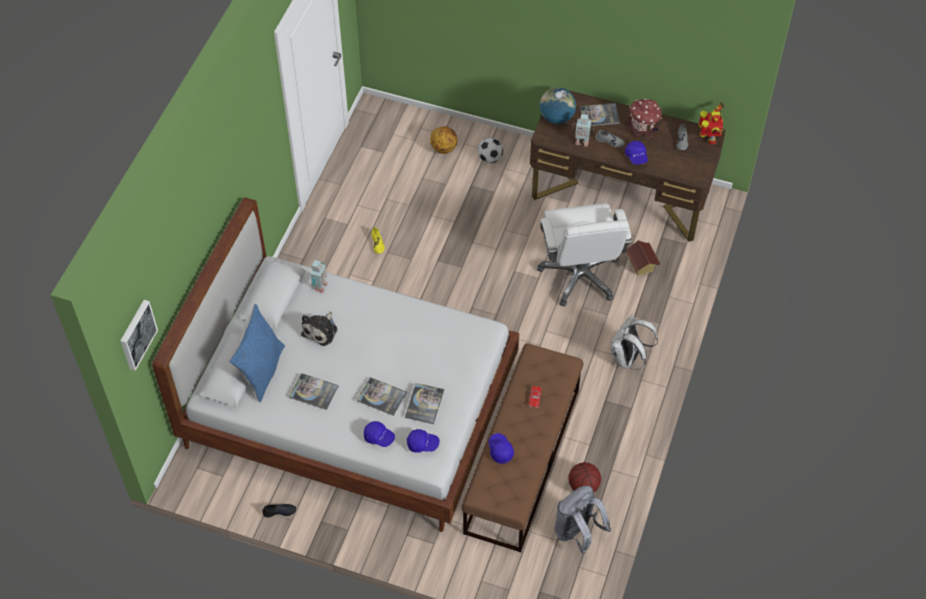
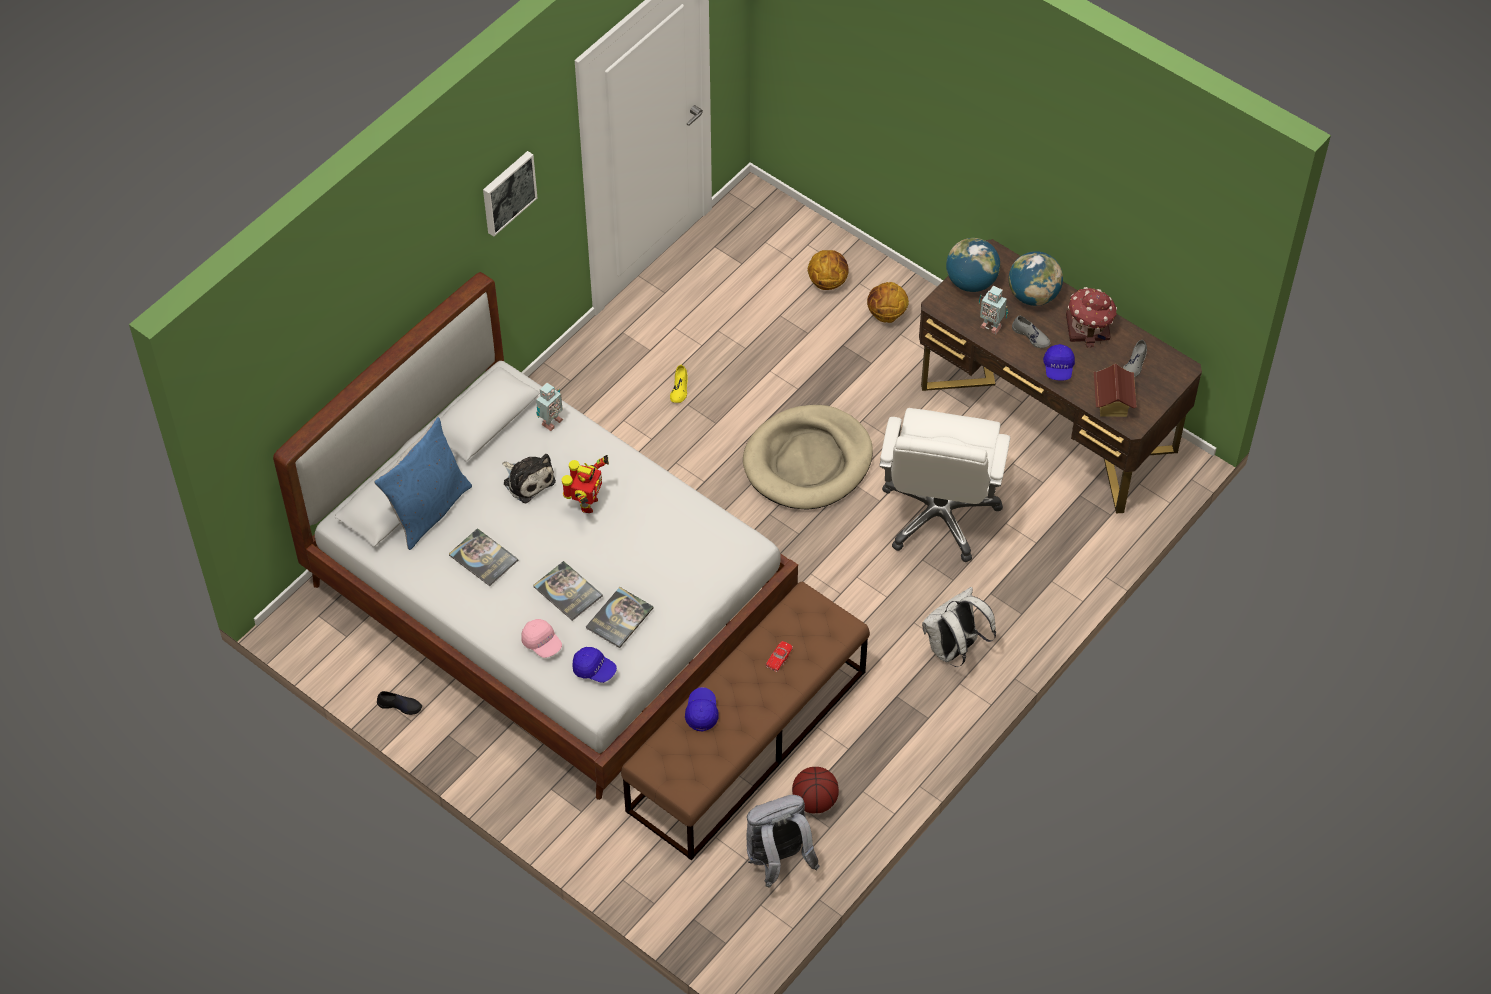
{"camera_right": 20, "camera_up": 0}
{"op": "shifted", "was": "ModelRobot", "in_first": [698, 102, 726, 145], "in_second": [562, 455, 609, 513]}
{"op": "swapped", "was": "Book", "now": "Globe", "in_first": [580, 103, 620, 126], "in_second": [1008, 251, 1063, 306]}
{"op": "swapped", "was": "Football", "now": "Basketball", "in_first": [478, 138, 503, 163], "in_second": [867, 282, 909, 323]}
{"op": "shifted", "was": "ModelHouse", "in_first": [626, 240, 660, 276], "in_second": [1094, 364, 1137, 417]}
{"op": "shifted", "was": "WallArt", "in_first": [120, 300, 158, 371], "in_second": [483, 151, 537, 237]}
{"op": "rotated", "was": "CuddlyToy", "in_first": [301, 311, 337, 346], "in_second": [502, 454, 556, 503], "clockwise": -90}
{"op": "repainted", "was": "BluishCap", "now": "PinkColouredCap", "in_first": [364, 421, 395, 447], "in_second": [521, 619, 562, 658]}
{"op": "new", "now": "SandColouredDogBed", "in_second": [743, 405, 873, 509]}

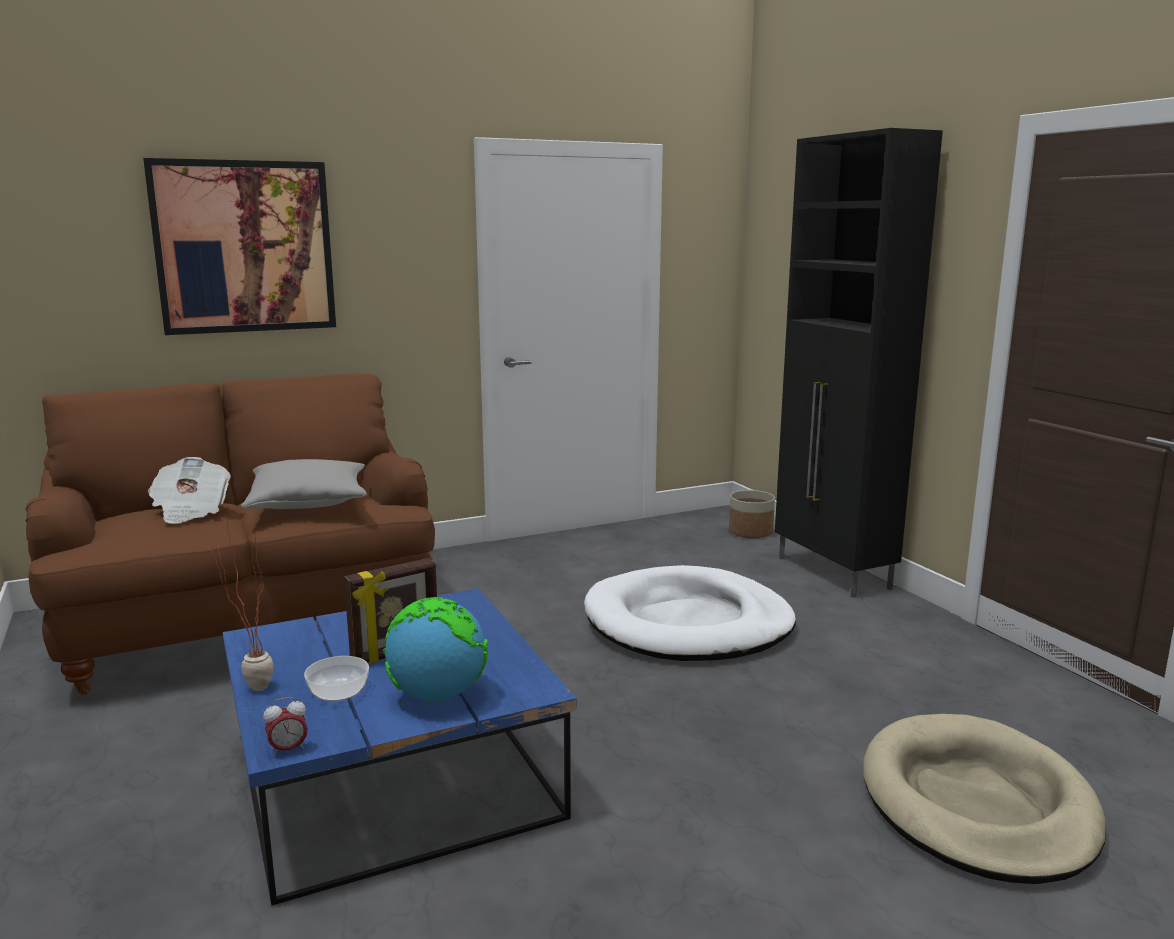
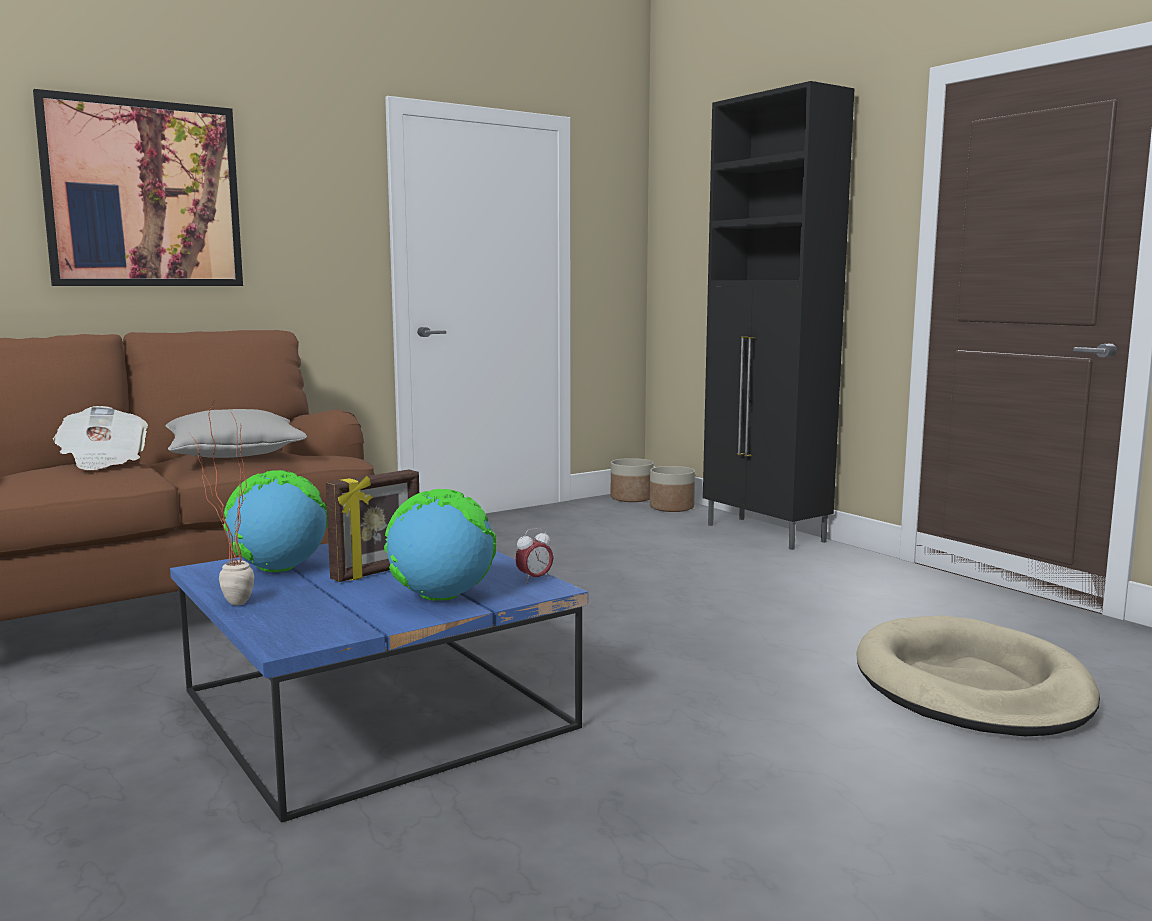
{"camera_right": -10, "camera_up": -5}
{"op": "gone", "was": "WhiteDogBed", "in_first": [584, 565, 796, 661]}
{"op": "gone", "was": "DeepDish", "in_first": [304, 656, 369, 701]}
{"op": "shifted", "was": "BedsideClock", "in_first": [263, 697, 308, 757], "in_second": [515, 528, 553, 583]}
{"op": "new", "now": "PlantPot", "in_second": [611, 458, 654, 502]}
{"op": "new", "now": "Globe", "in_second": [223, 470, 328, 572]}

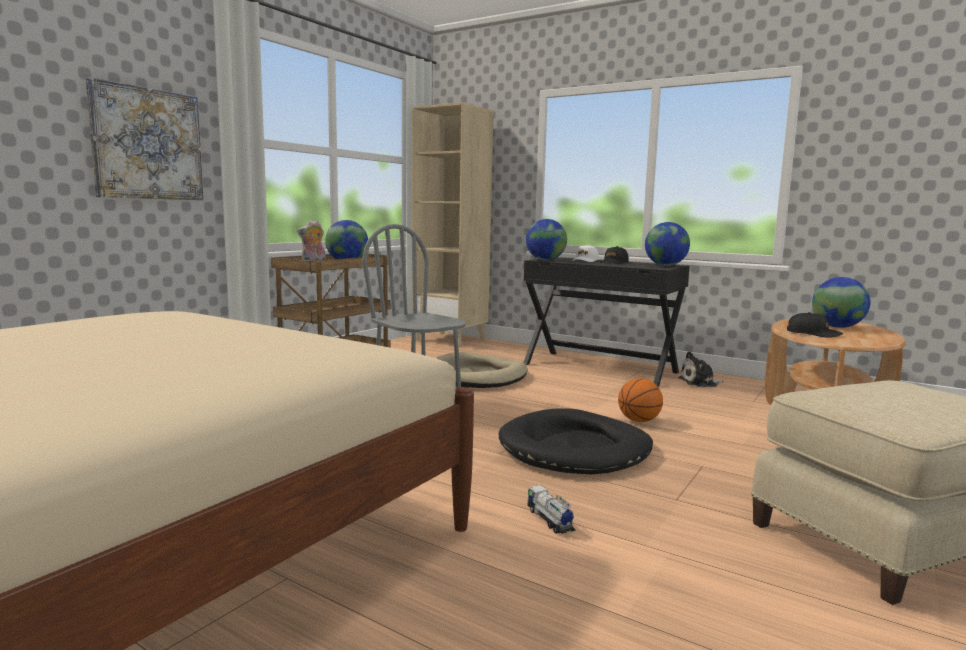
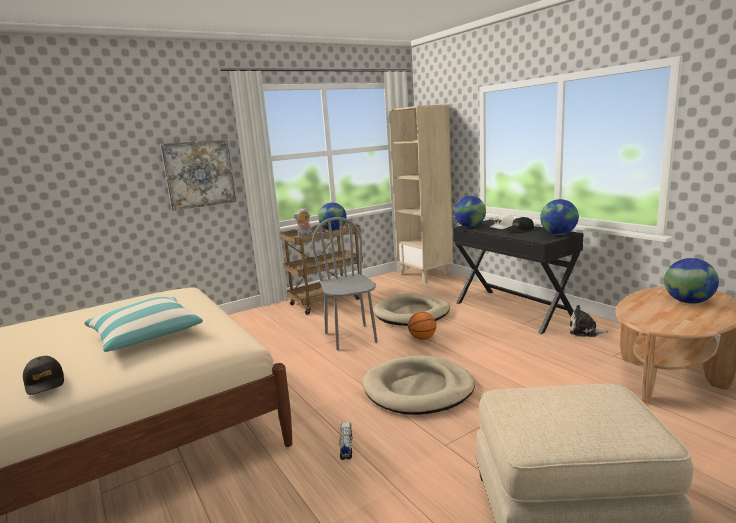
{"camera_right": 25, "camera_up": 5}
{"op": "shifted", "was": "BlackishCap", "in_first": [787, 312, 843, 338], "in_second": [23, 356, 64, 395]}
{"op": "shifted", "was": "Basketball", "in_first": [618, 378, 663, 422], "in_second": [408, 311, 436, 340]}
{"op": "repainted", "was": "BlackishDogBed", "now": "SandColouredDogBed", "in_first": [498, 409, 653, 474], "in_second": [363, 356, 475, 415]}
{"op": "new", "now": "Cushion", "in_second": [84, 297, 203, 352]}

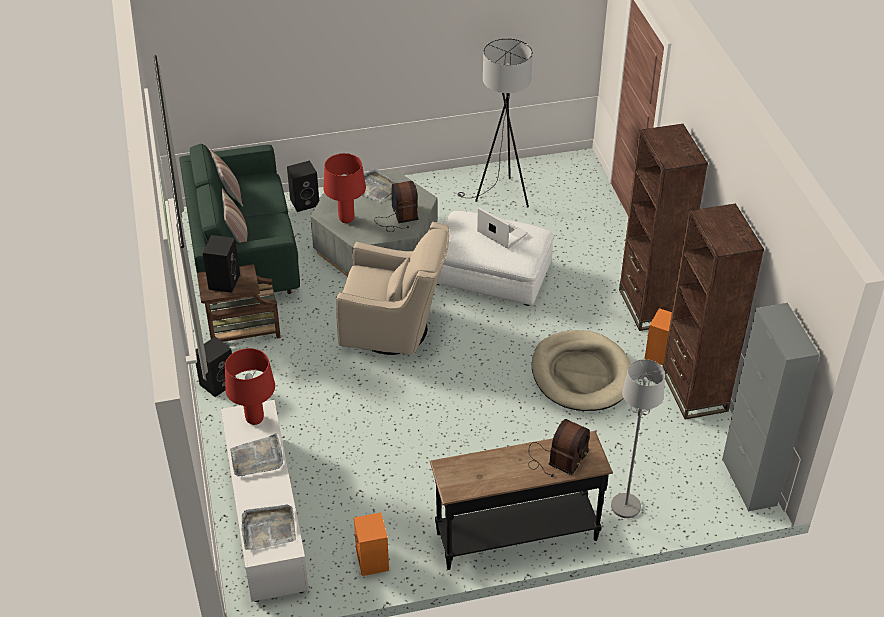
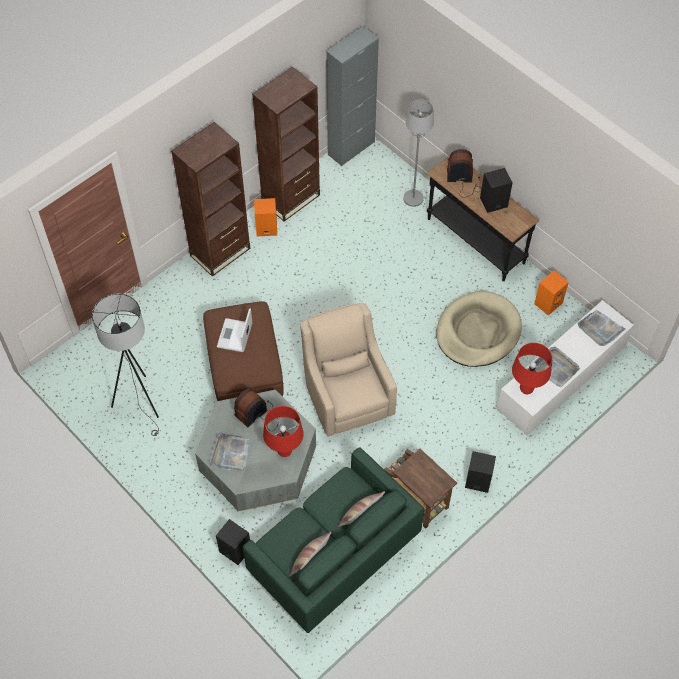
{"camera_right": -120, "camera_up": 15}
{"op": "repainted", "was": "WhiteOttoman", "now": "BrownOttoman", "in_first": [437, 211, 554, 306], "in_second": [203, 301, 283, 401]}
{"op": "shifted", "was": "BlackishAudioSpeaker", "in_first": [203, 235, 240, 293], "in_second": [480, 168, 513, 213]}
{"op": "shifted", "was": "SandColouredDogBed", "in_first": [532, 330, 634, 411], "in_second": [436, 291, 522, 367]}

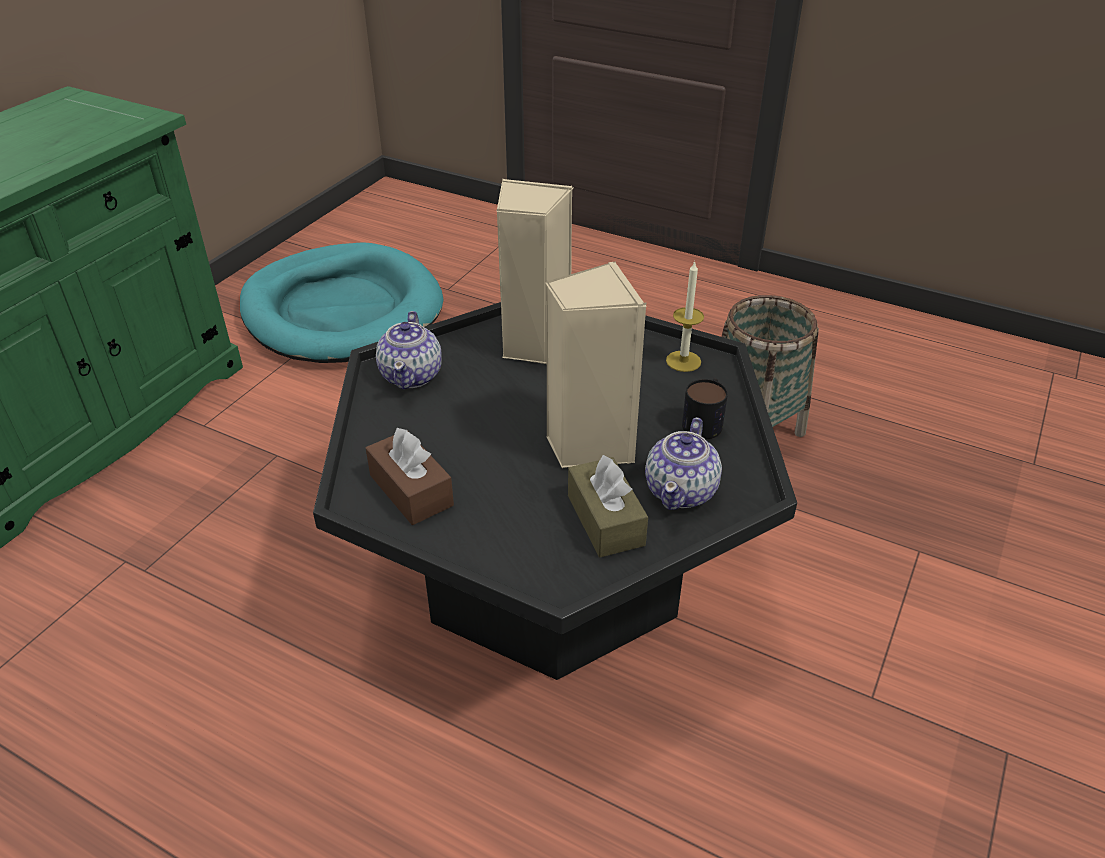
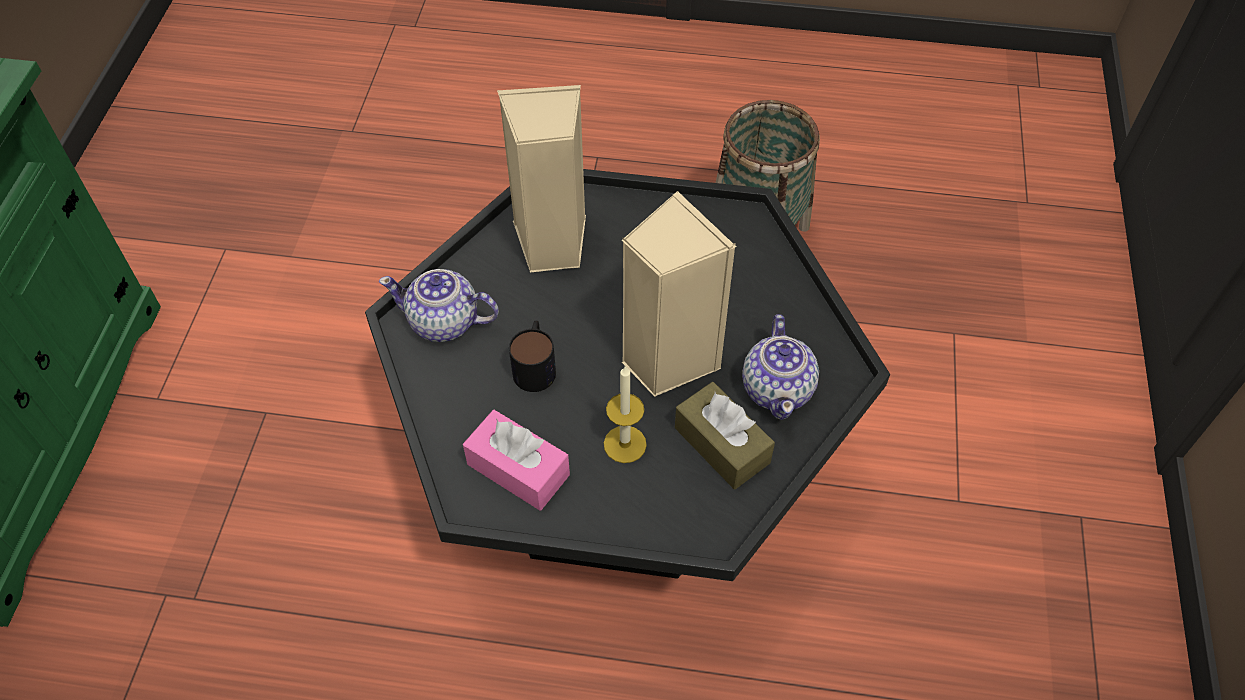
{"camera_right": -20, "camera_up": 15}
{"op": "gone", "was": "TurquoiseDogBed", "in_first": [240, 242, 443, 363]}
{"op": "shifted", "was": "WaxCandle", "in_first": [666, 261, 704, 372], "in_second": [604, 365, 647, 463]}
{"op": "rotated", "was": "Teapot", "in_first": [376, 311, 442, 389], "in_second": [379, 269, 499, 342], "clockwise": 120}
{"op": "shifted", "was": "CoffeeMug", "in_first": [682, 379, 728, 439], "in_second": [509, 321, 556, 392]}
{"op": "repainted", "was": "BrownTissueHolder", "now": "PinkColouredTissueHolder", "in_first": [366, 428, 454, 525], "in_second": [463, 410, 570, 511]}

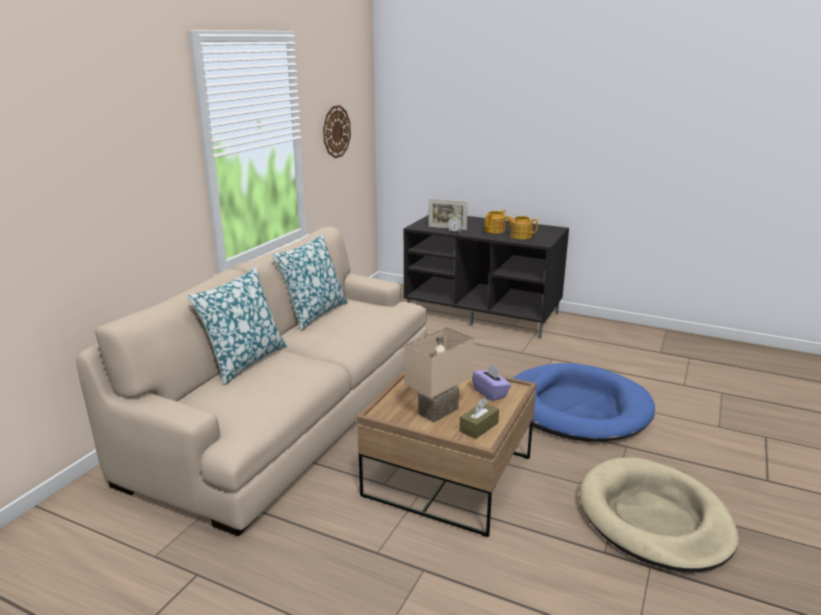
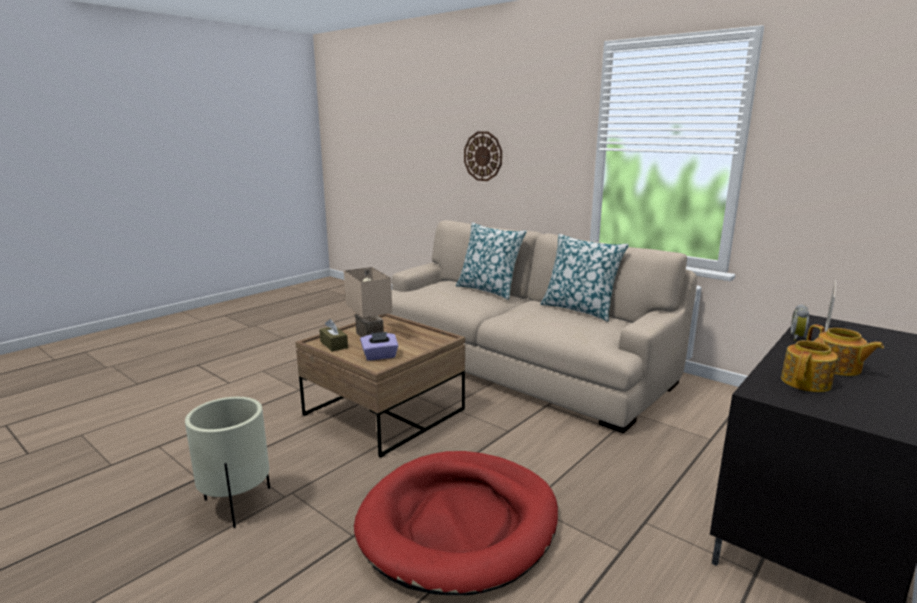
{"camera_right": 105, "camera_up": -5}
{"op": "shifted", "was": "WallClock", "in_first": [323, 105, 351, 158], "in_second": [464, 131, 502, 181]}
{"op": "repainted", "was": "BluishDogBed", "now": "RedColouredDogBed", "in_first": [513, 363, 655, 442], "in_second": [354, 451, 558, 595]}
{"op": "swapped", "was": "SandColouredDogBed", "now": "SandColouredPlantPot", "in_first": [579, 457, 739, 572], "in_second": [185, 397, 270, 528]}

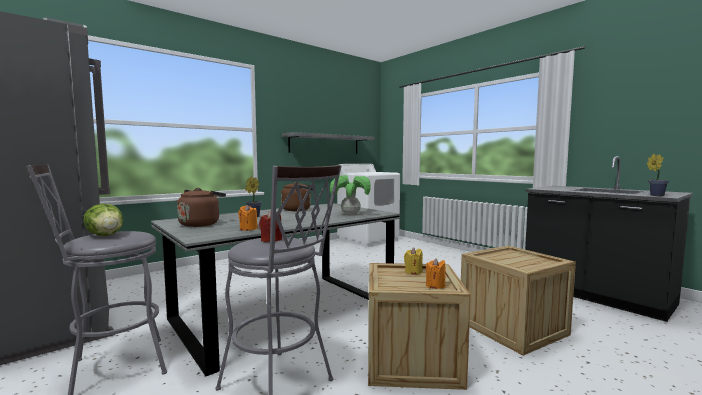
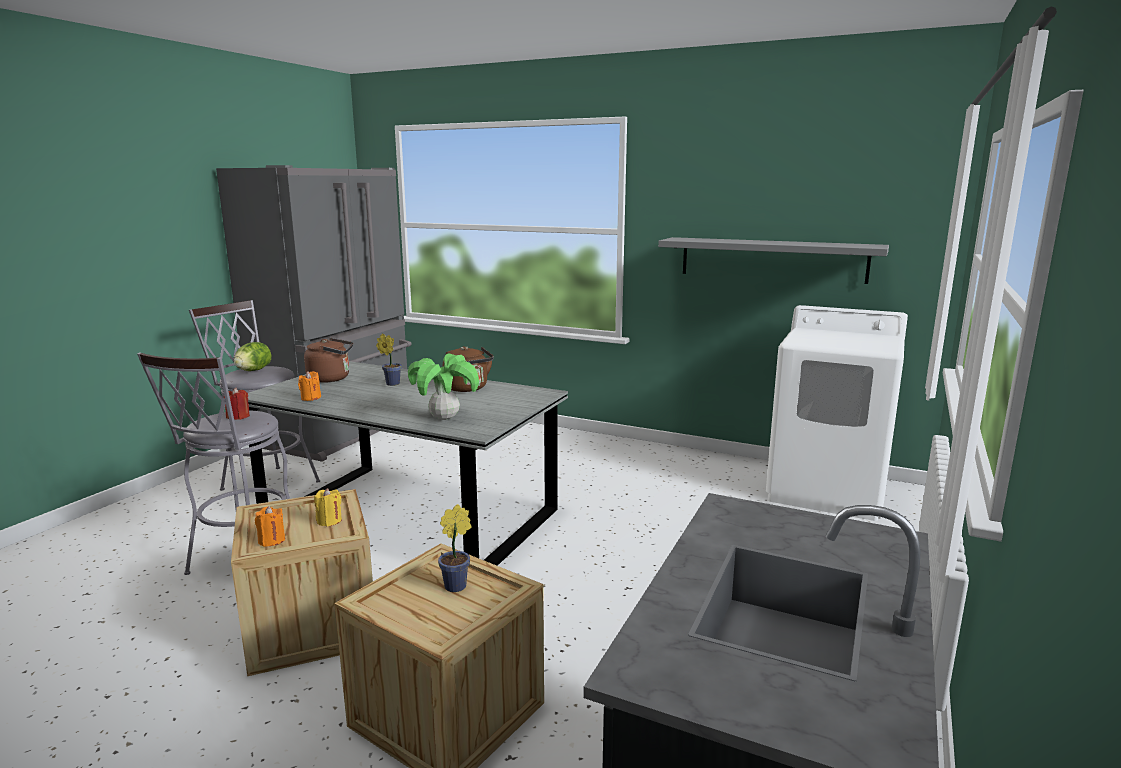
{"camera_right": 65, "camera_up": 10}
{"op": "shifted", "was": "PlantInAPot", "in_first": [647, 153, 669, 196], "in_second": [438, 504, 471, 592]}

